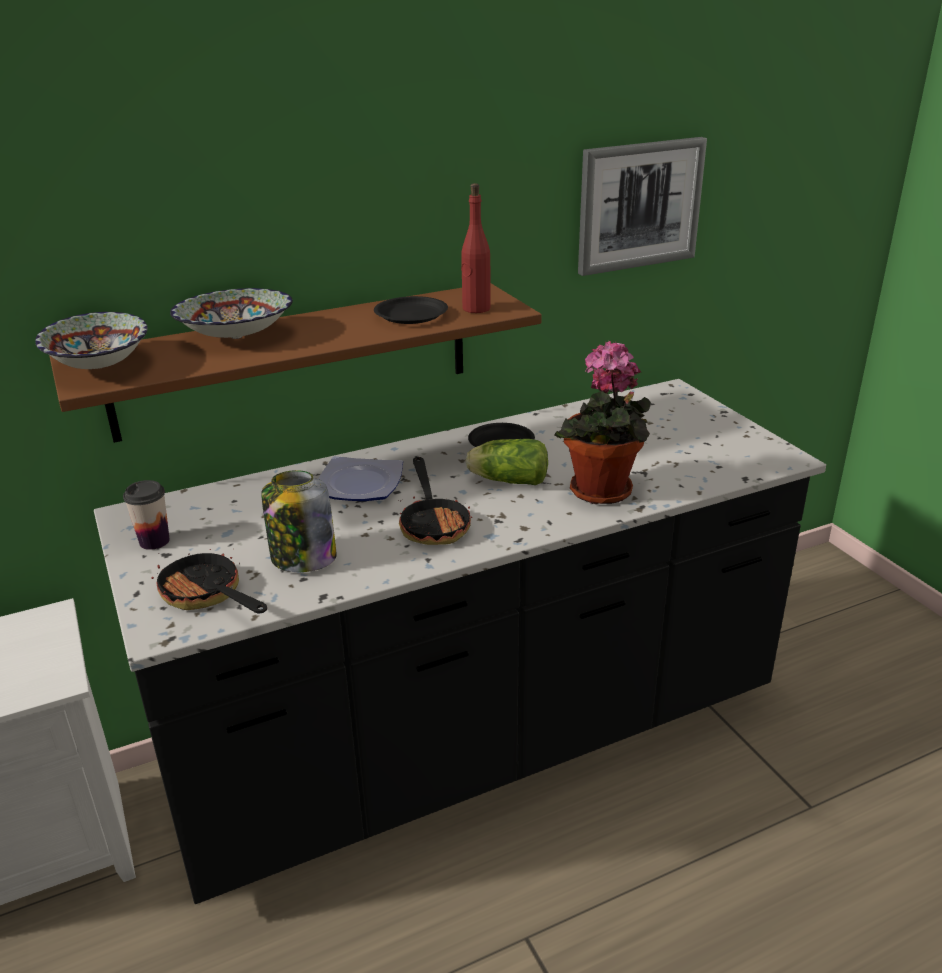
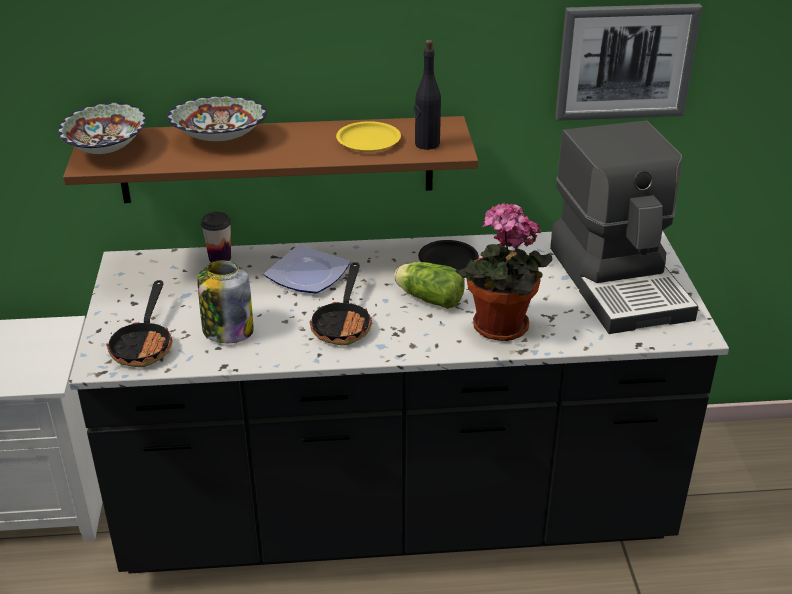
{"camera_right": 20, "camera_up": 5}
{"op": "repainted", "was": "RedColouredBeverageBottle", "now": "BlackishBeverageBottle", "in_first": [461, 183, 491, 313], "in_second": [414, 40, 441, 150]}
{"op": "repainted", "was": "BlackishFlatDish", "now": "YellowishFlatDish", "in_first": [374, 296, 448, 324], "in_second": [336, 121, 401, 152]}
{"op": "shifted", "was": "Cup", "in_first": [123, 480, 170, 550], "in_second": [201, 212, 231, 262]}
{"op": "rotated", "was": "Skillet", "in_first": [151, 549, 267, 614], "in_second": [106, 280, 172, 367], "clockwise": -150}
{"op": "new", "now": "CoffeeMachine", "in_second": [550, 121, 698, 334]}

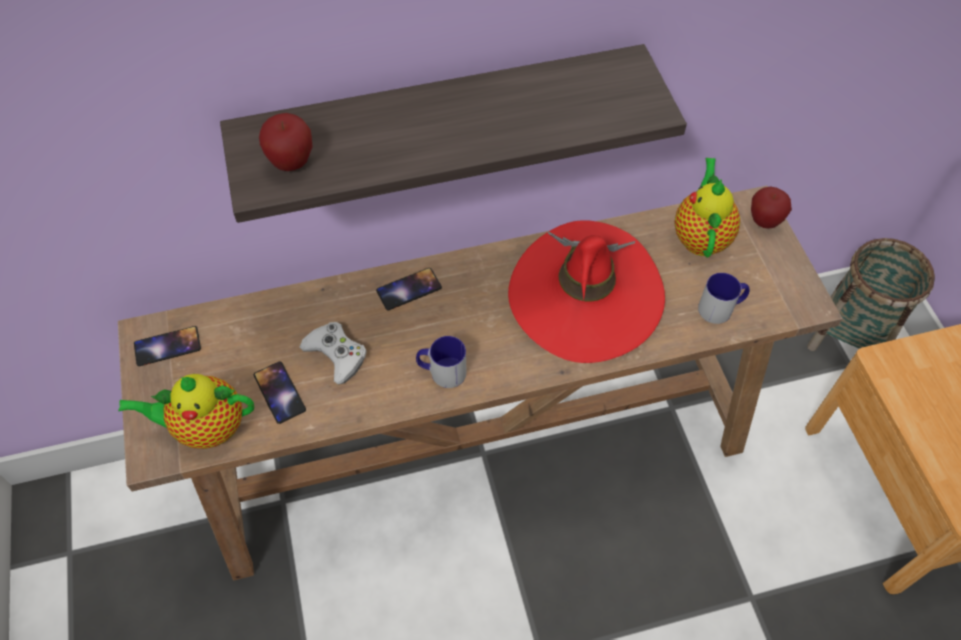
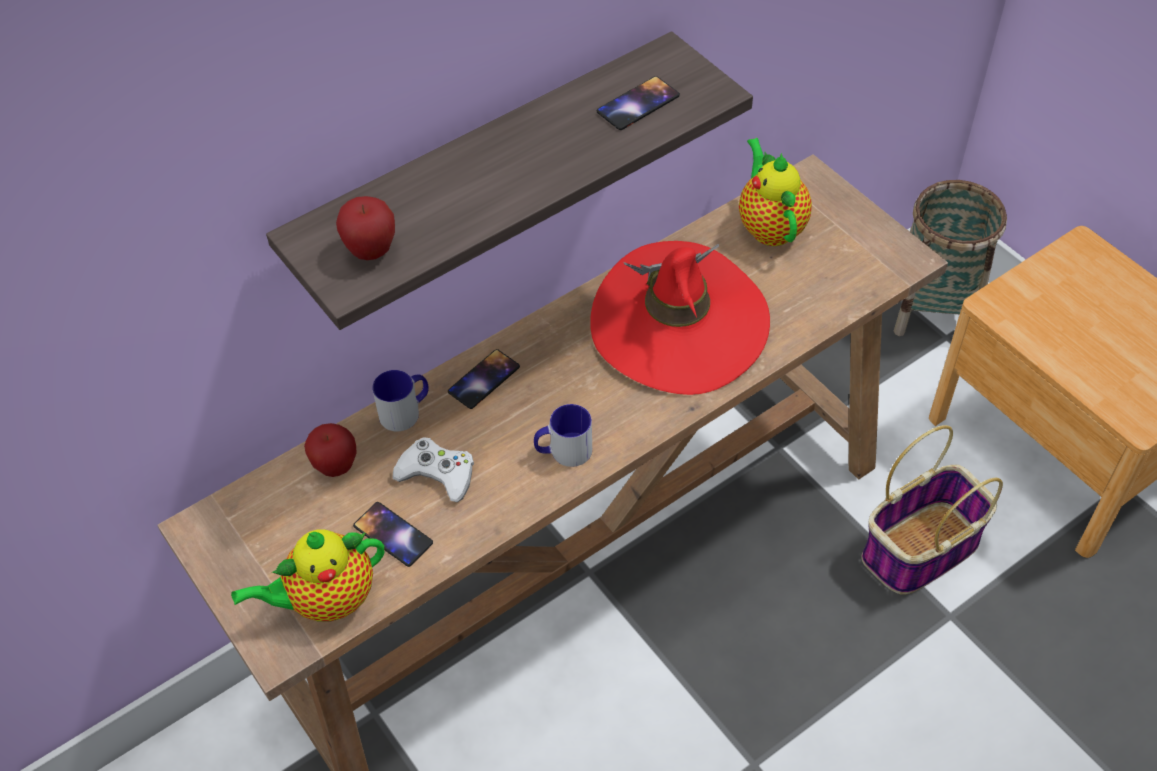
{"camera_right": -20, "camera_up": -5}
{"op": "shifted", "was": "AppleFruit", "in_first": [751, 187, 792, 229], "in_second": [304, 423, 357, 477]}
{"op": "shifted", "was": "CoffeeMug", "in_first": [698, 273, 750, 324], "in_second": [372, 370, 429, 431]}
{"op": "shifted", "was": "Telephone", "in_first": [134, 326, 201, 366], "in_second": [597, 76, 680, 130]}
{"op": "new", "now": "StorageBasket", "in_second": [861, 425, 1003, 594]}

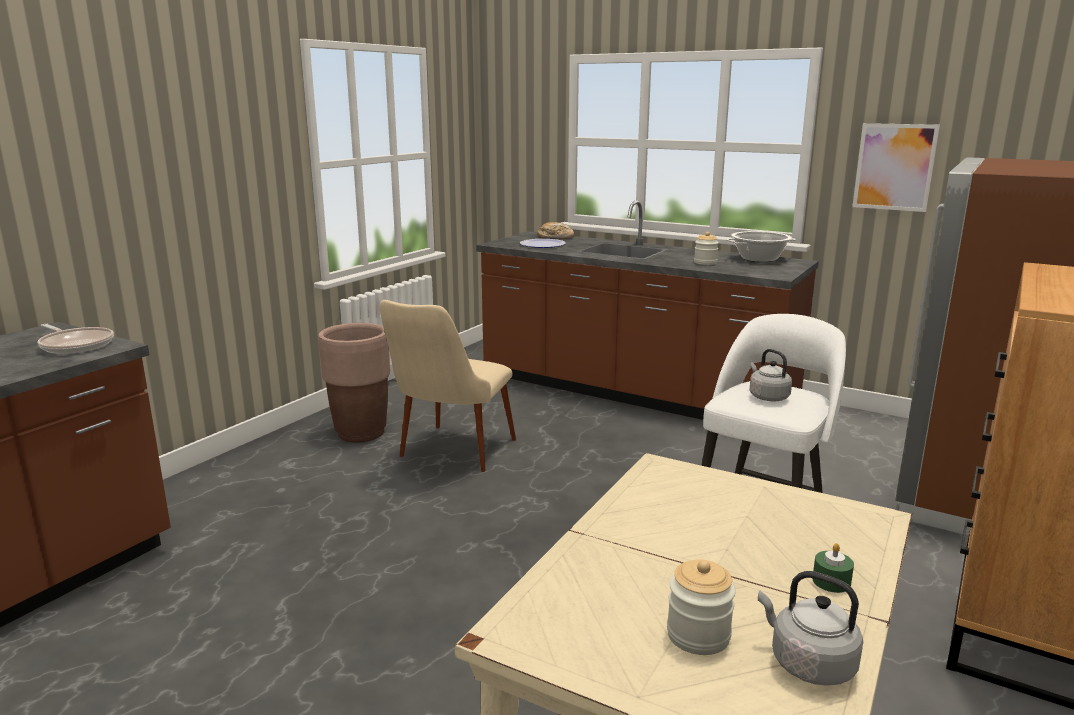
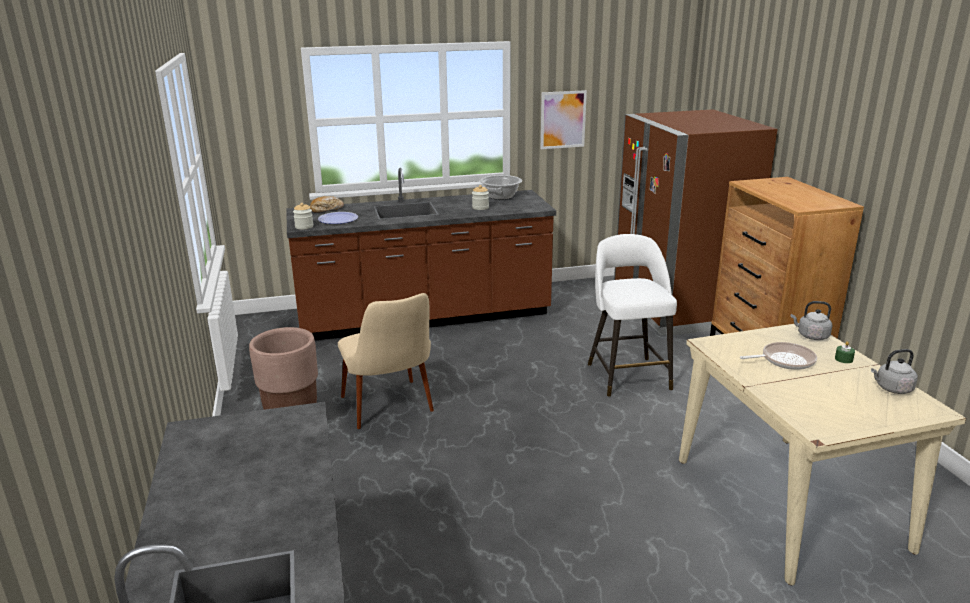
{"camera_right": -45, "camera_up": 5}
{"op": "shifted", "was": "Skillet", "in_first": [37, 324, 114, 354], "in_second": [740, 342, 817, 370]}
{"op": "shifted", "was": "GreyWaterKettle", "in_first": [750, 349, 792, 401], "in_second": [791, 301, 832, 340]}
{"op": "shifted", "was": "StorageJar", "in_first": [667, 559, 736, 655], "in_second": [293, 203, 313, 229]}

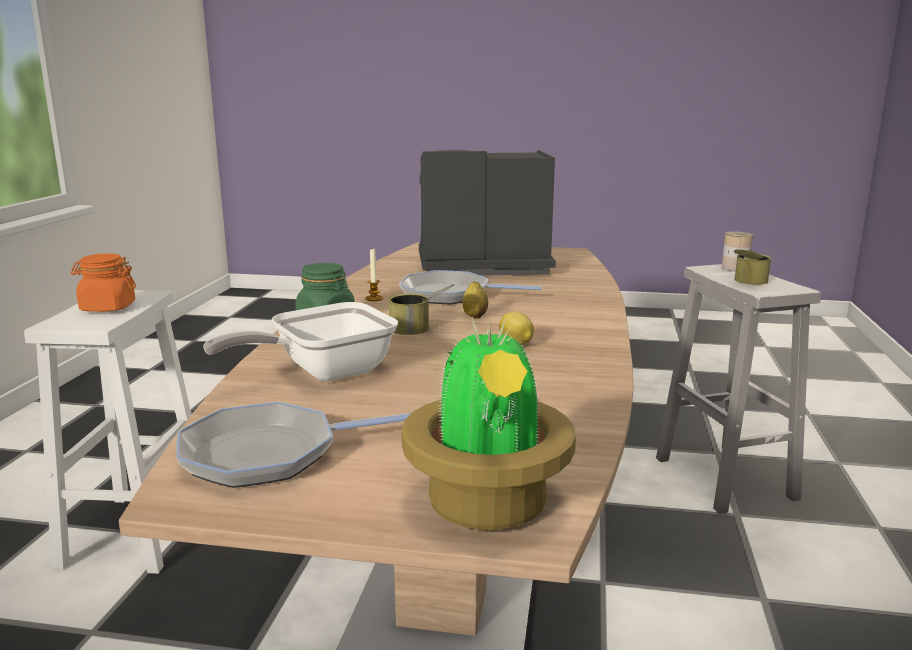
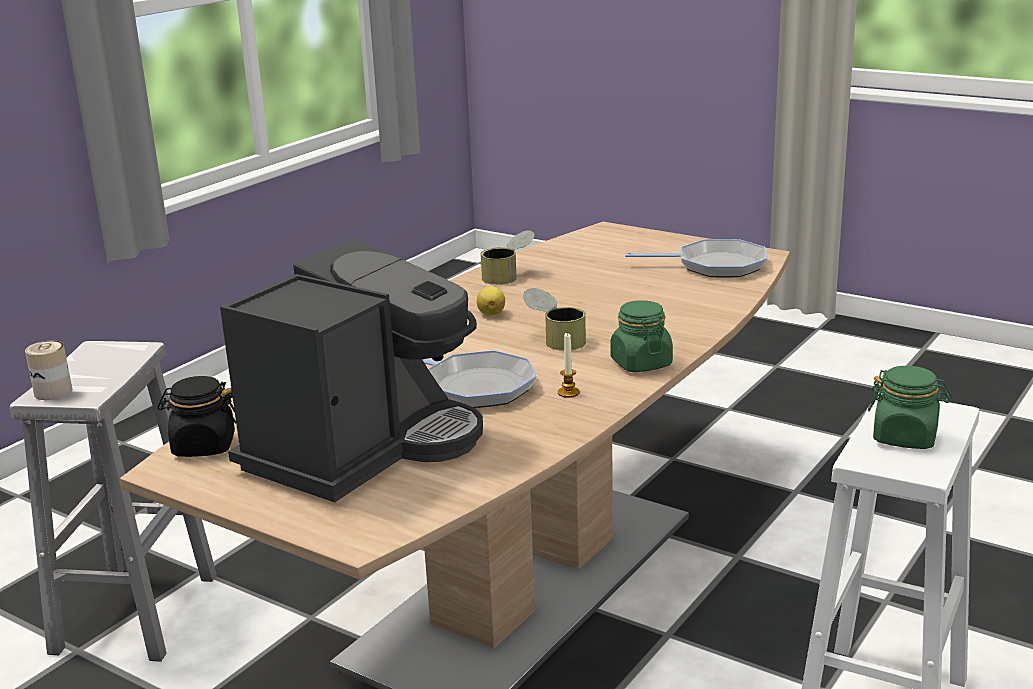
{"camera_right": -155, "camera_up": 5}
{"op": "rotated", "was": "CoffeeMachine", "in_first": [419, 150, 556, 276], "in_second": [220, 238, 483, 502], "clockwise": -75}
{"op": "shifted", "was": "Can", "in_first": [734, 249, 771, 285], "in_second": [480, 230, 535, 285]}
{"op": "repainted", "was": "OrangeStorageJar", "now": "GreenStorageJar", "in_first": [71, 253, 136, 312], "in_second": [868, 366, 951, 449]}
{"op": "gone", "was": "CitrusFruit", "in_first": [462, 281, 488, 318]}
{"op": "gone", "was": "Skillet", "in_first": [203, 302, 398, 381]}
{"op": "gone", "was": "PlantInAPot", "in_first": [402, 317, 576, 530]}
{"op": "new", "now": "BlackishStorageJar", "in_second": [157, 376, 236, 457]}

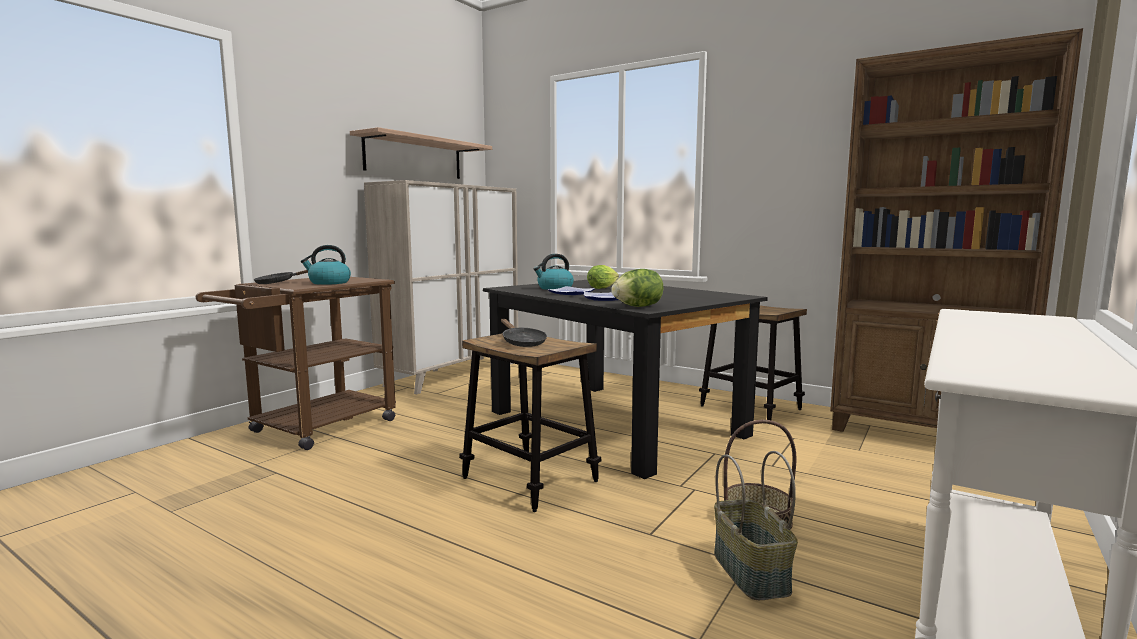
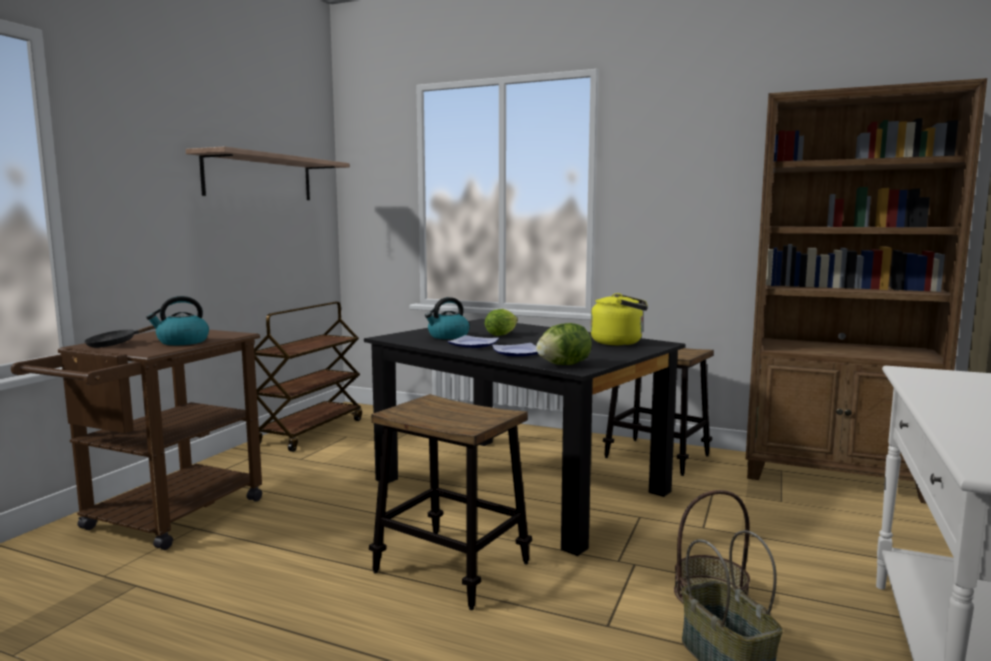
{"camera_right": -10, "camera_up": 0}
{"op": "swapped", "was": "SandColouredCabinet", "now": "BrownWheeledCart", "in_first": [364, 180, 518, 394], "in_second": [254, 302, 362, 452]}
{"op": "gone", "was": "BlackishSkillet", "in_first": [501, 319, 547, 347]}
{"op": "new", "now": "YellowishWaterKettle", "in_second": [591, 293, 648, 345]}

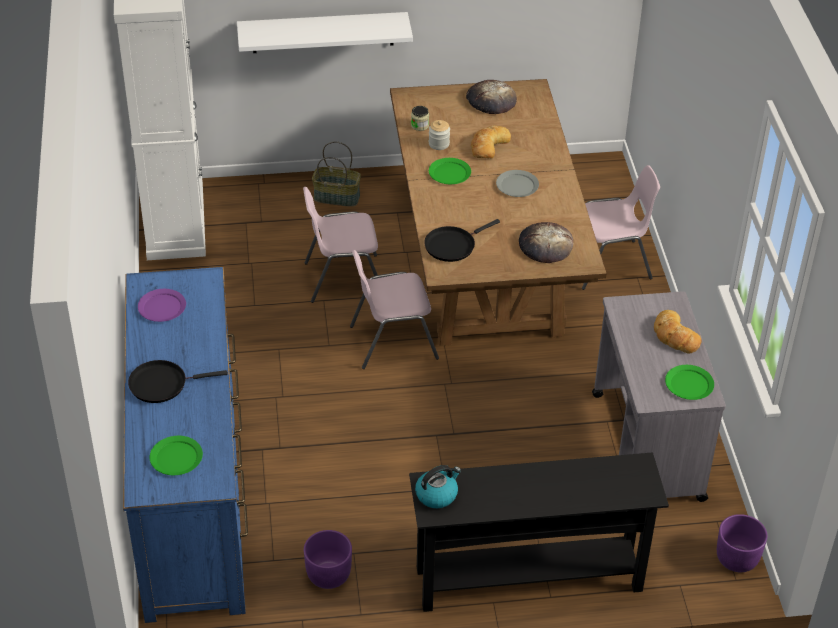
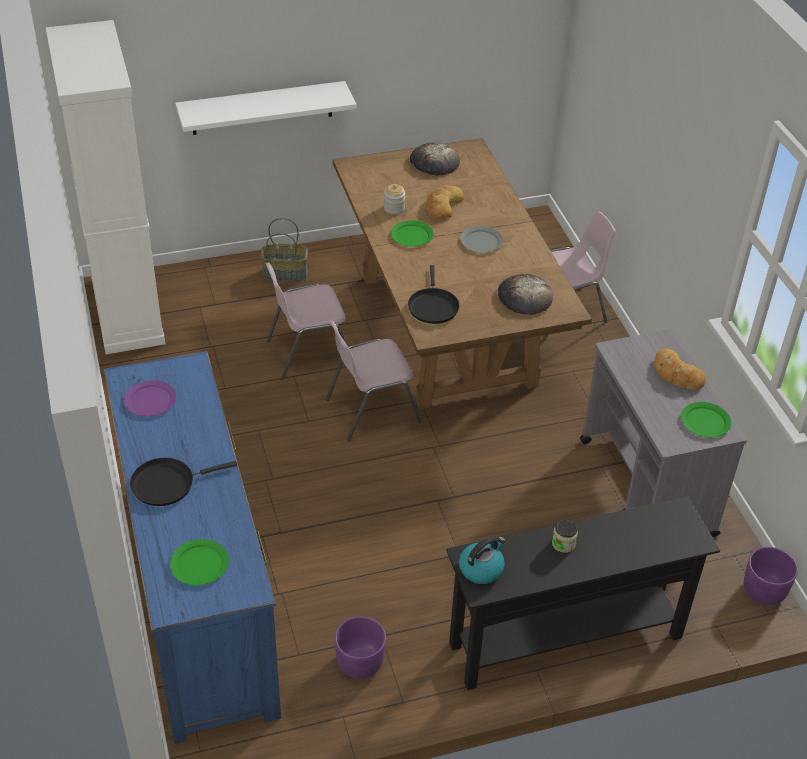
{"camera_right": -10, "camera_up": 0}
{"op": "shifted", "was": "StorageJar", "in_first": [411, 106, 429, 131], "in_second": [552, 520, 578, 553]}
{"op": "rotated", "was": "BlackishSkillet", "in_first": [424, 219, 500, 262], "in_second": [408, 265, 459, 324], "clockwise": -45}

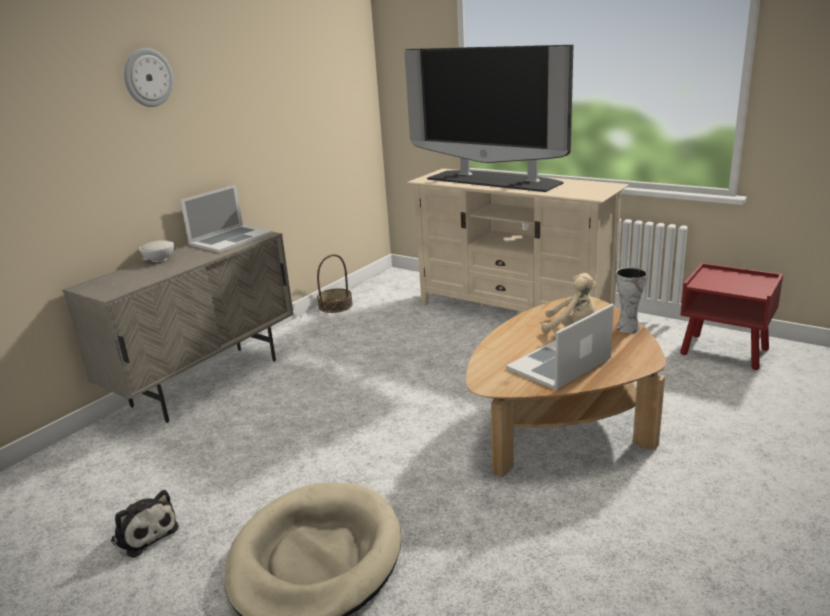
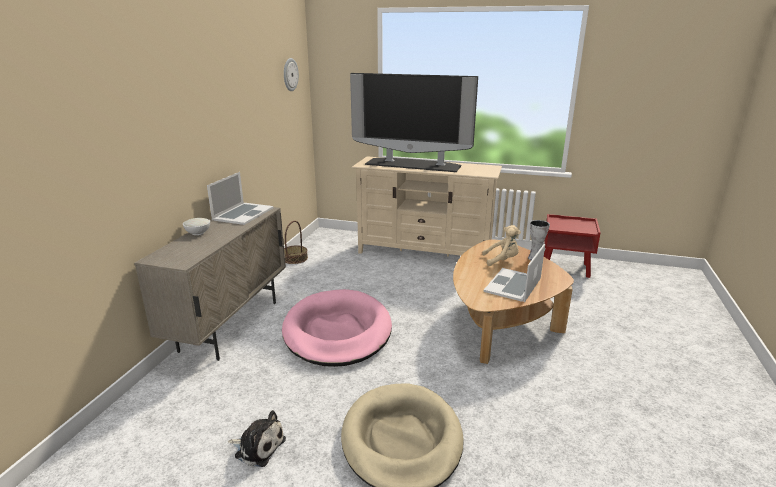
{"camera_right": -20, "camera_up": 0}
{"op": "shifted", "was": "WallClock", "in_first": [124, 48, 173, 107], "in_second": [284, 58, 299, 91]}
{"op": "new", "now": "PinkColouredDogBed", "in_second": [282, 289, 392, 367]}

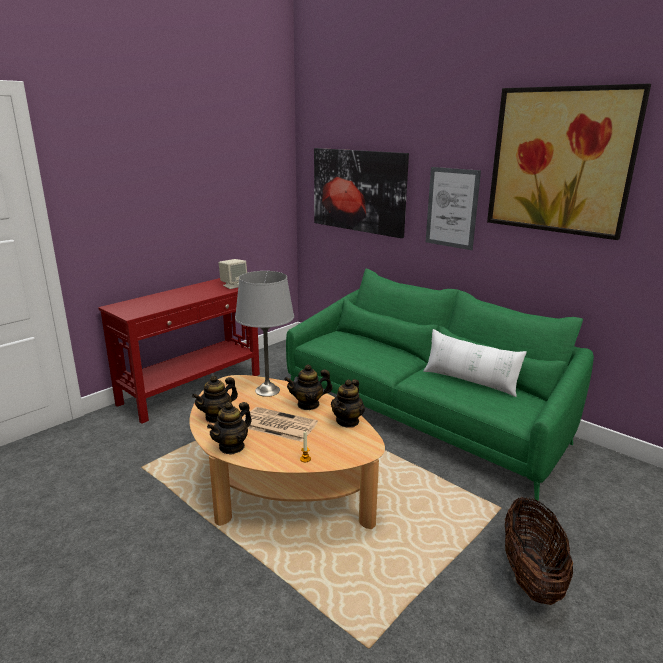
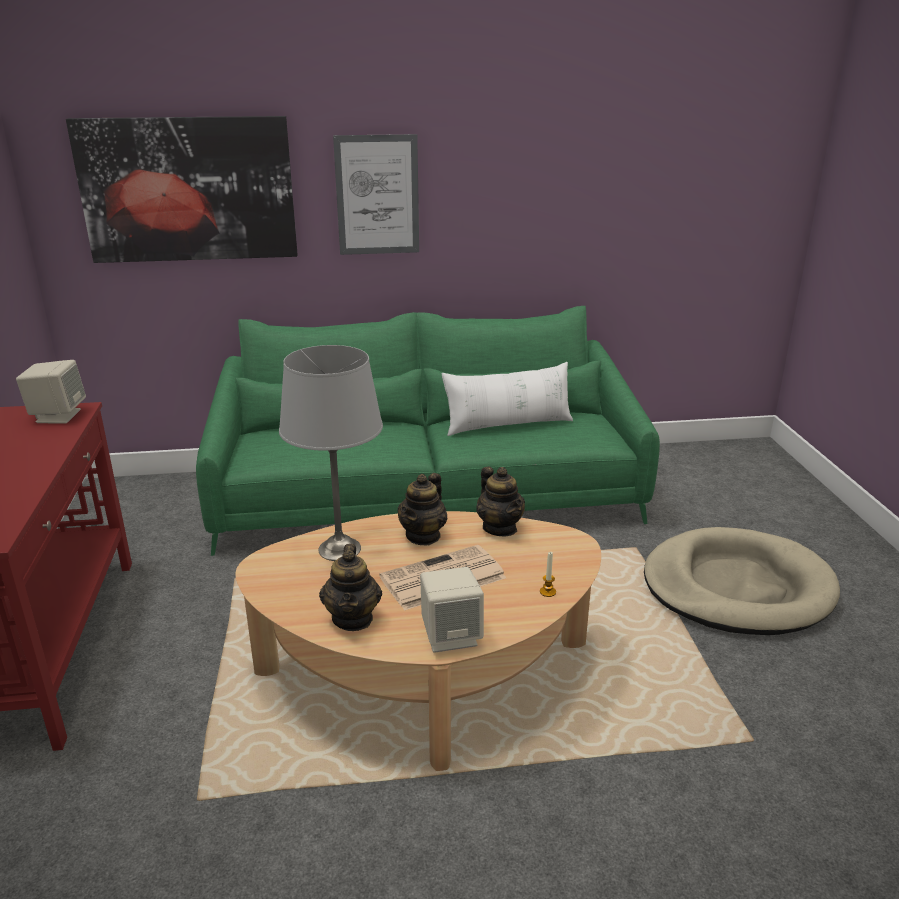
{"camera_right": -50, "camera_up": 5}
{"op": "gone", "was": "WallArt", "in_first": [487, 84, 651, 240]}
{"op": "swapped", "was": "Teapot", "now": "SandColouredAudioSpeaker", "in_first": [207, 402, 252, 455], "in_second": [420, 567, 484, 653]}
{"op": "swapped", "was": "StorageBasket", "now": "SandColouredDogBed", "in_first": [505, 497, 573, 605], "in_second": [644, 527, 840, 635]}

